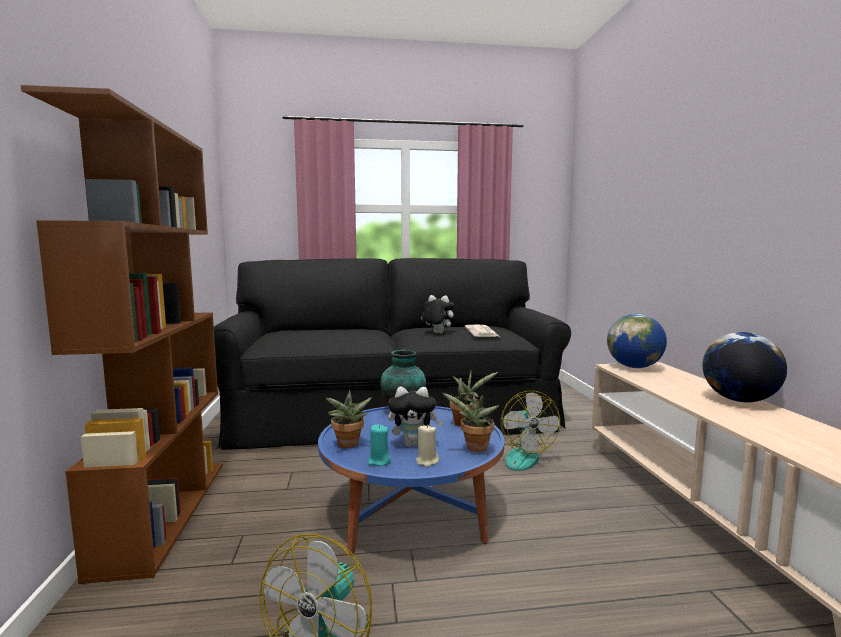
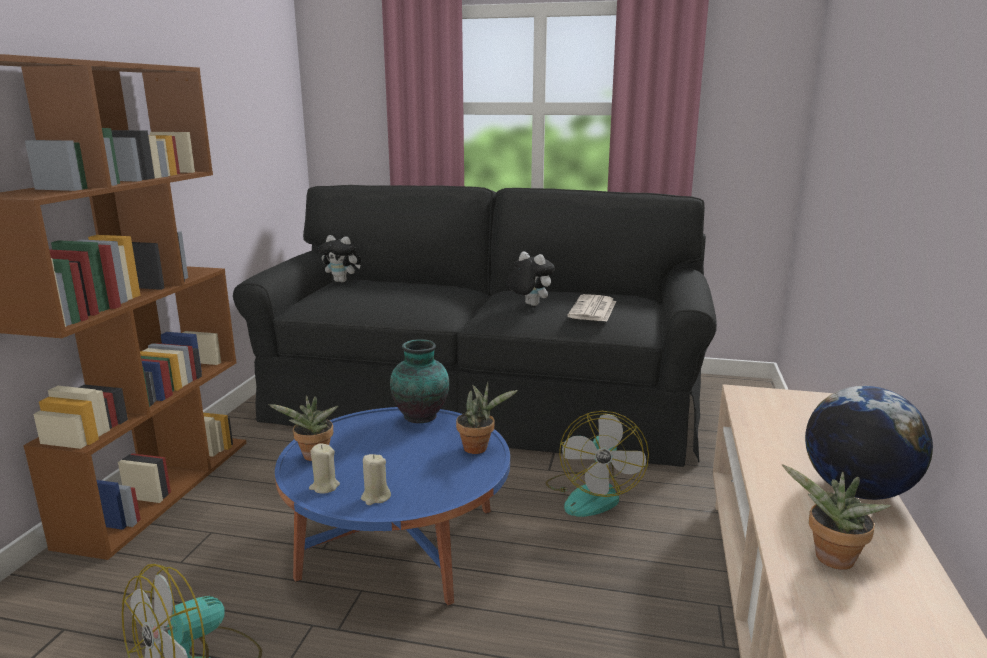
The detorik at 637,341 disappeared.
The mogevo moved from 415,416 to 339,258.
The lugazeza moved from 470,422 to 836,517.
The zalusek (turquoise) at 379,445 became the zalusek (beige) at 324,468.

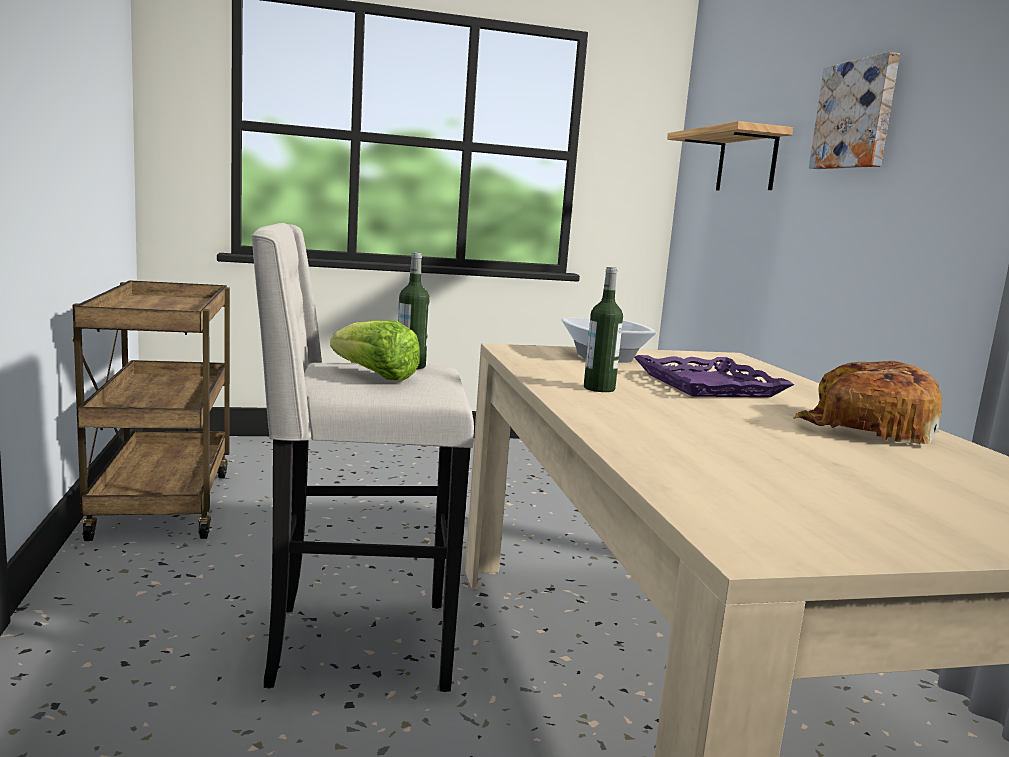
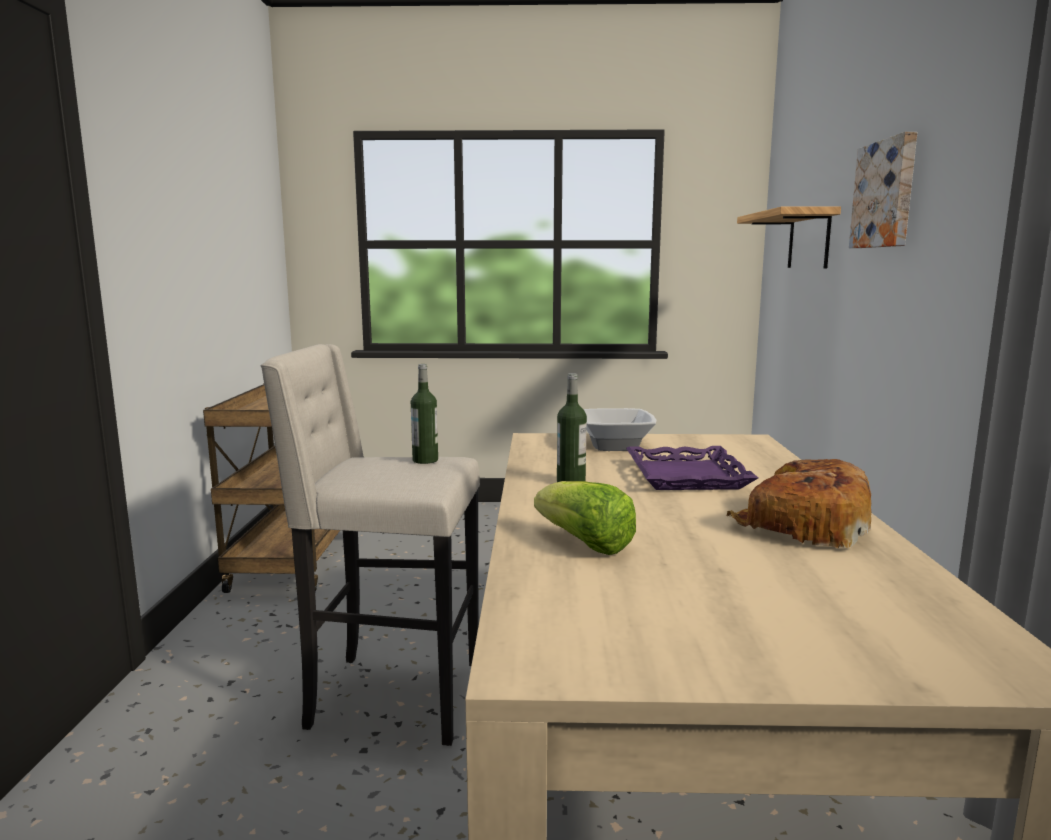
The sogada moved from 375,350 to 585,518.

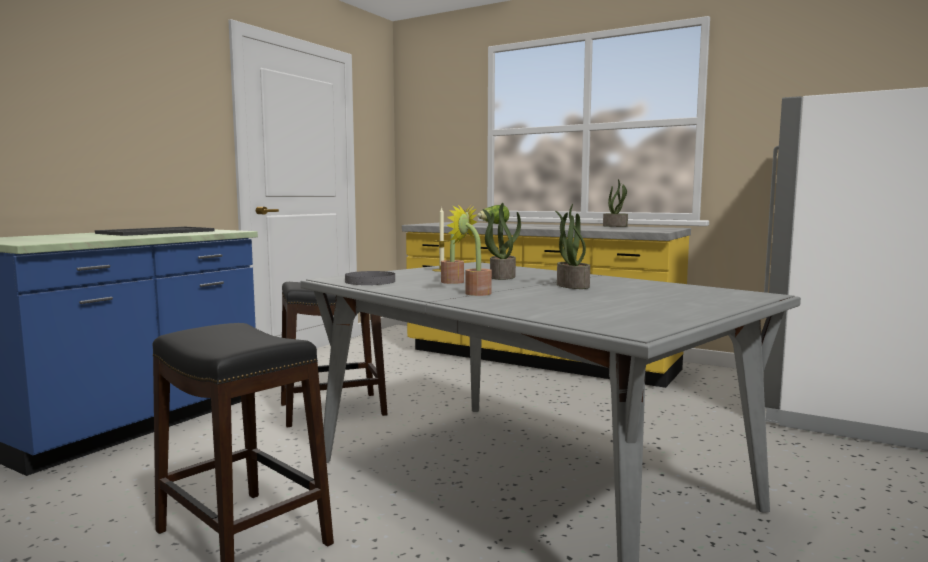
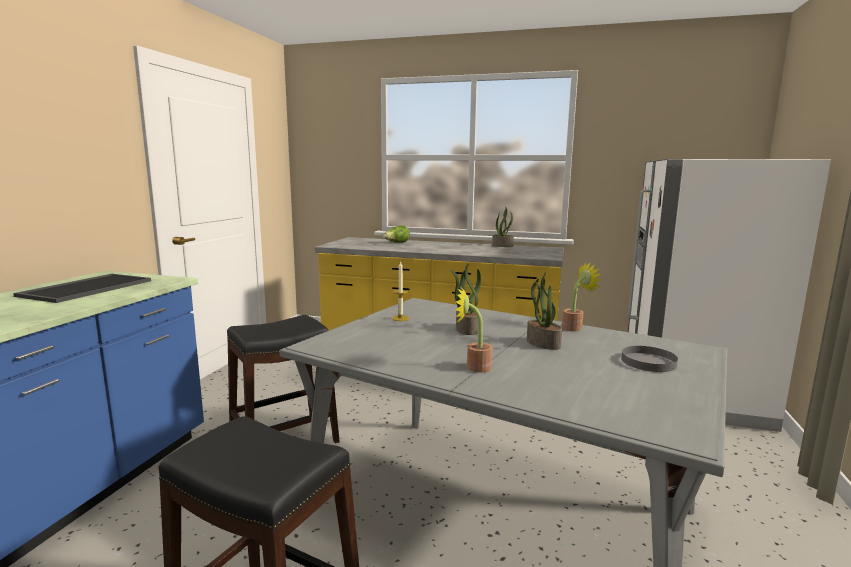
The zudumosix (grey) moved from 370,278 to 649,359.
The lugazeza moved from 459,243 to 581,297.

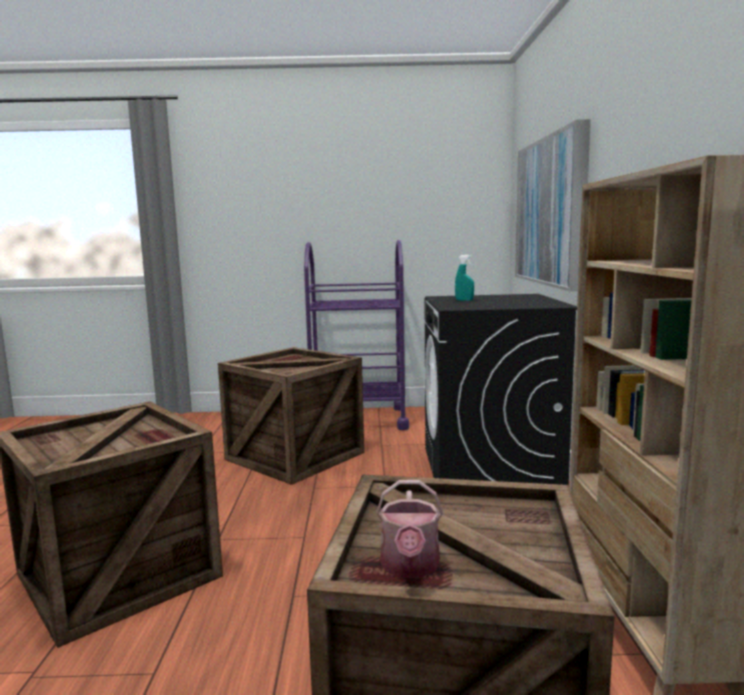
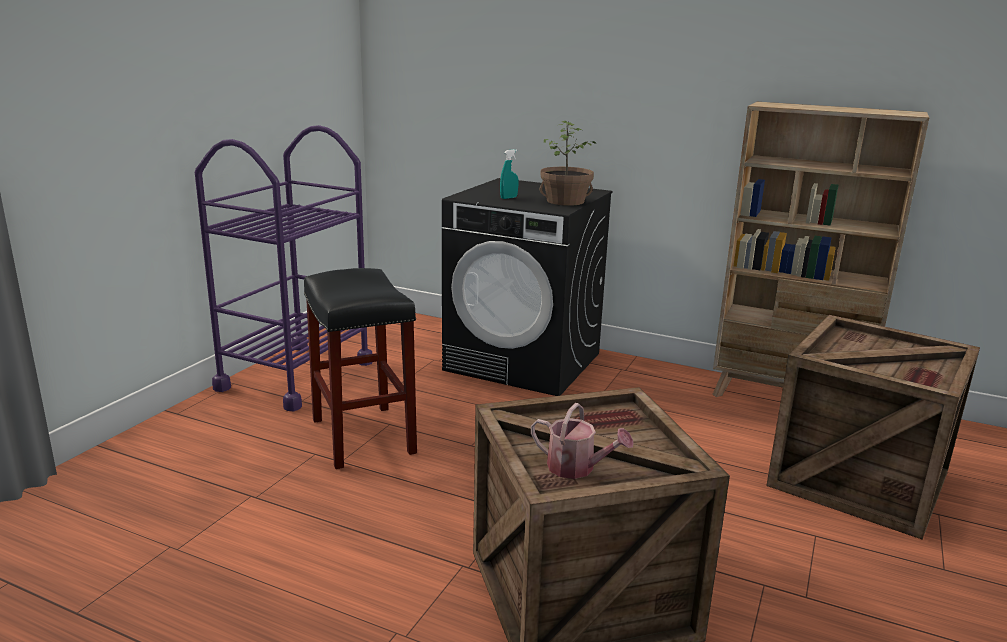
The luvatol at 553,205 disappeared.
The lugazeza at 567,163 appeared.
The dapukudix moved from 409,529 to 582,441.
The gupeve at 291,416 was replaced by the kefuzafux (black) at 360,368.

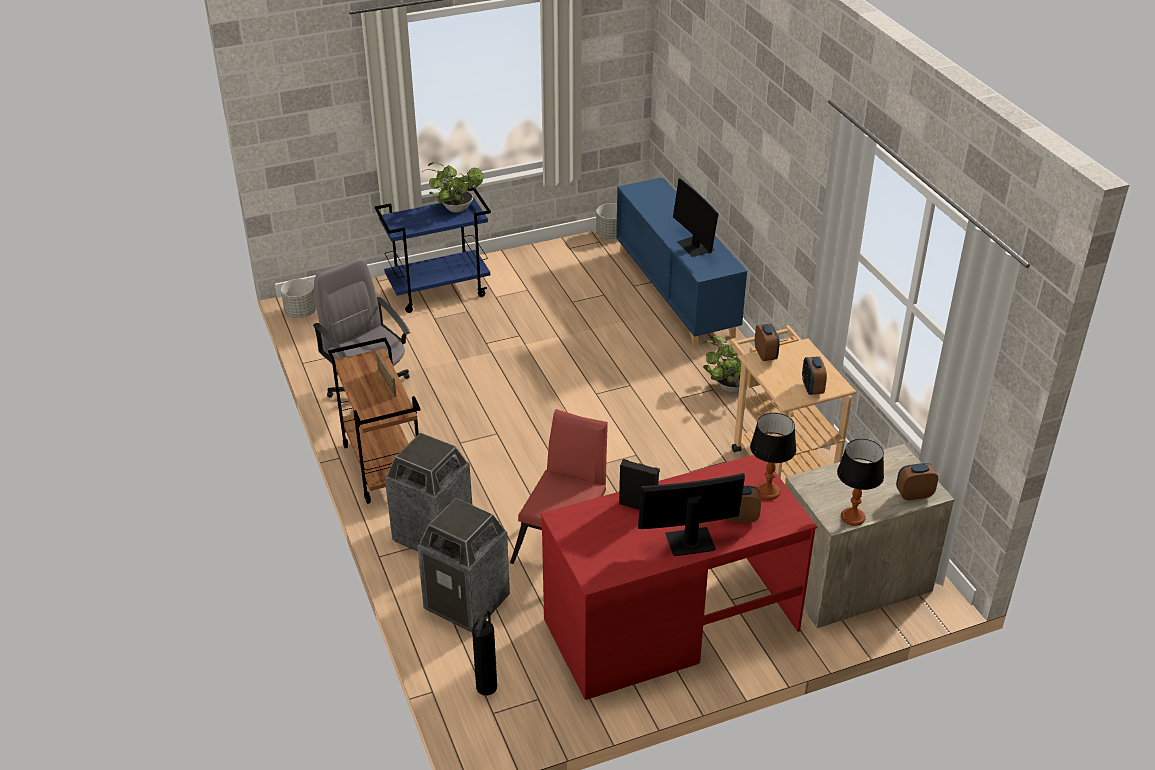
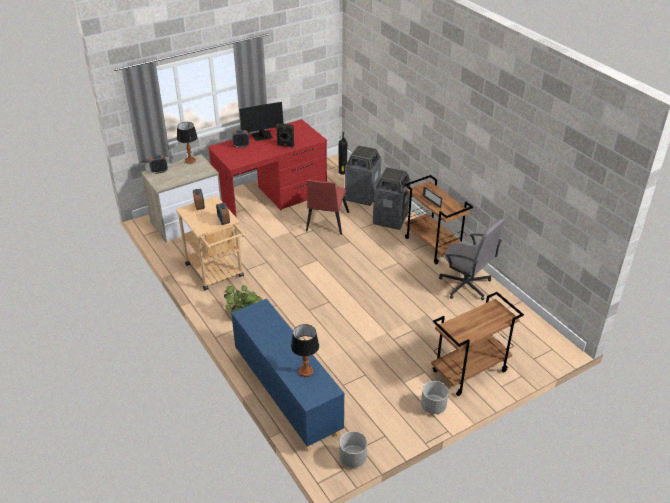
The lugazeza at 452,187 disappeared.
The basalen at 696,217 disappeared.
The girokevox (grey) moved from 299,298 to 435,397.
The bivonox moved from 773,456 to 305,350.
The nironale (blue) at 432,250 became the nironale (brown) at 477,344.

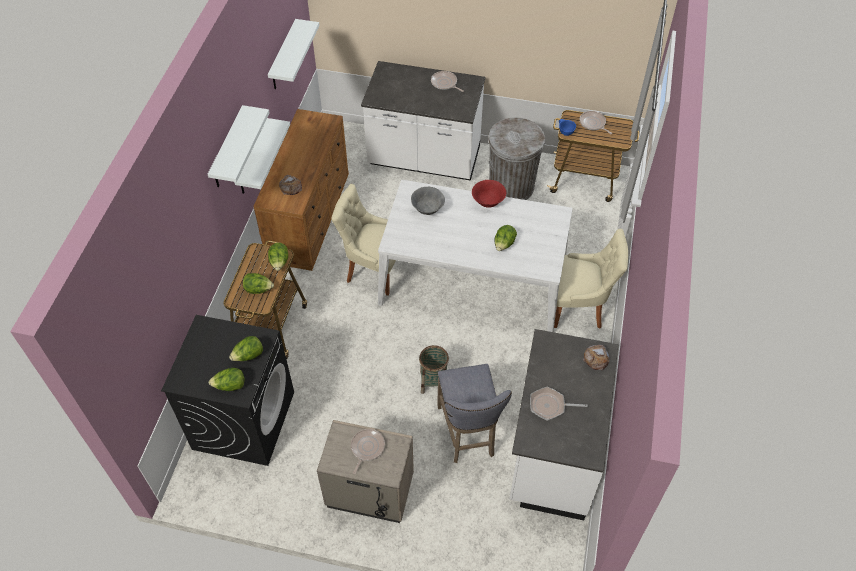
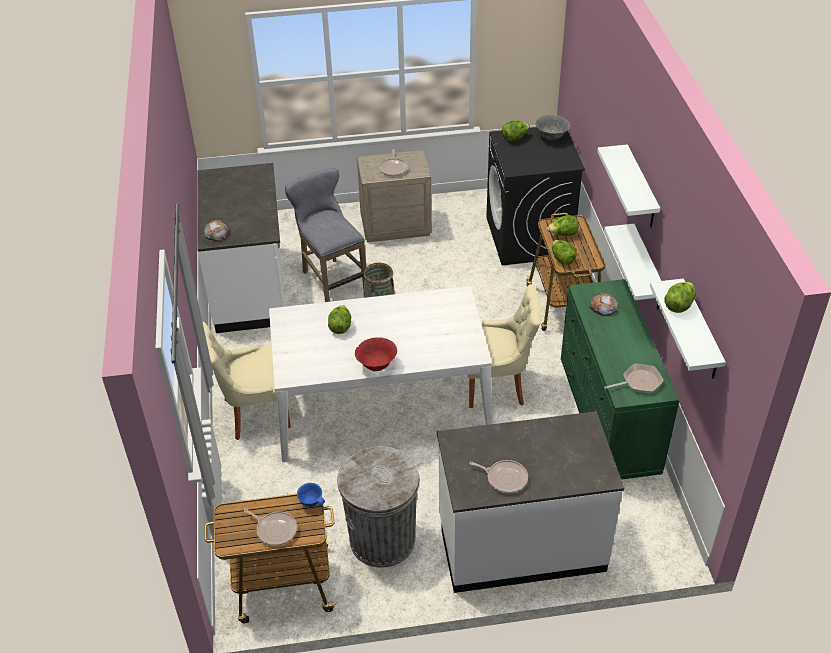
The sogada moved from 246,348 to 679,297.
The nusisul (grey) moved from 428,201 to 552,127.
The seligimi moved from 559,404 to 634,379.
The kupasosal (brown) at 301,190 became the kupasosal (green) at 620,379.

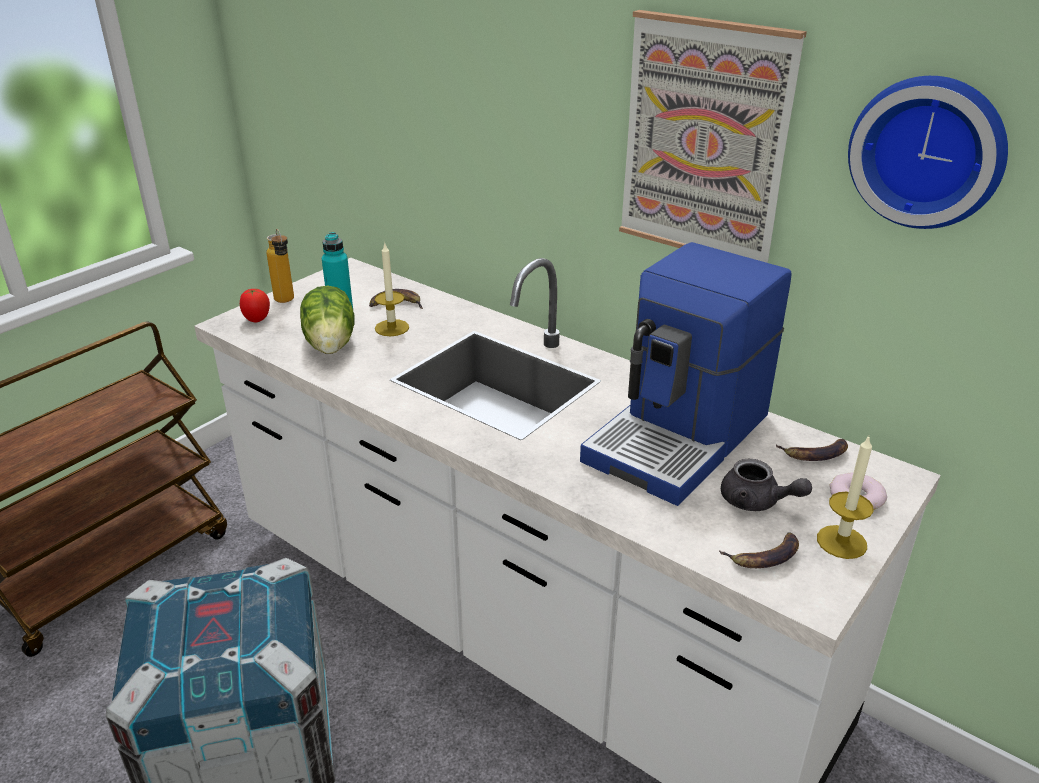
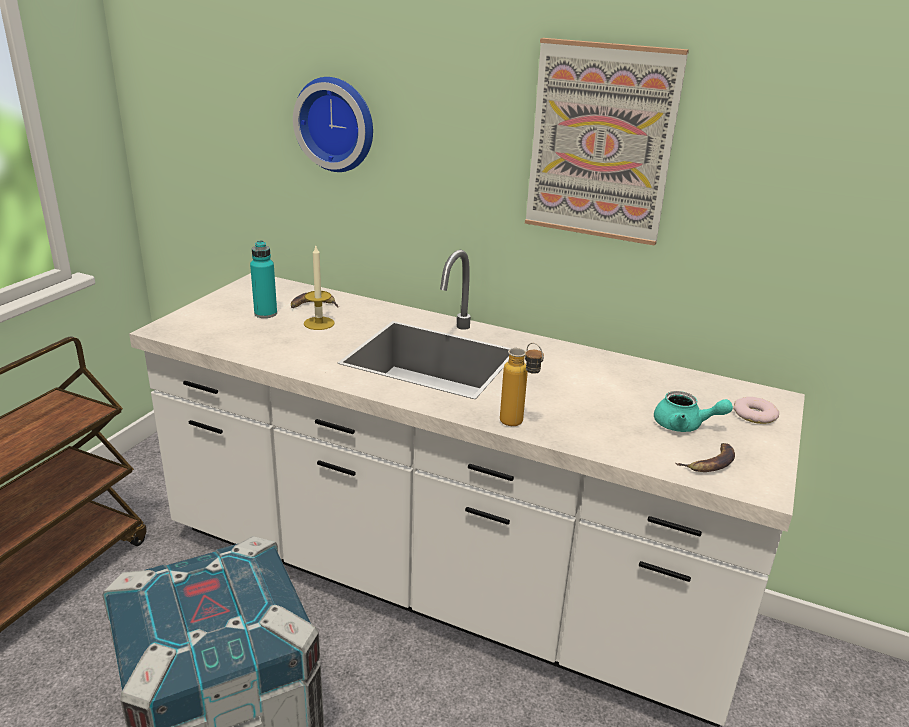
The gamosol at 255,305 disappeared.
The sogada at 327,319 disappeared.
The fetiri at 686,374 disappeared.
The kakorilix at 812,450 disappeared.
The zalusek at 845,497 disappeared.
The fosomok moved from 280,266 to 522,384.
The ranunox moved from 928,152 to 333,124.
The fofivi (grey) at 766,485 became the fofivi (turquoise) at 693,411.

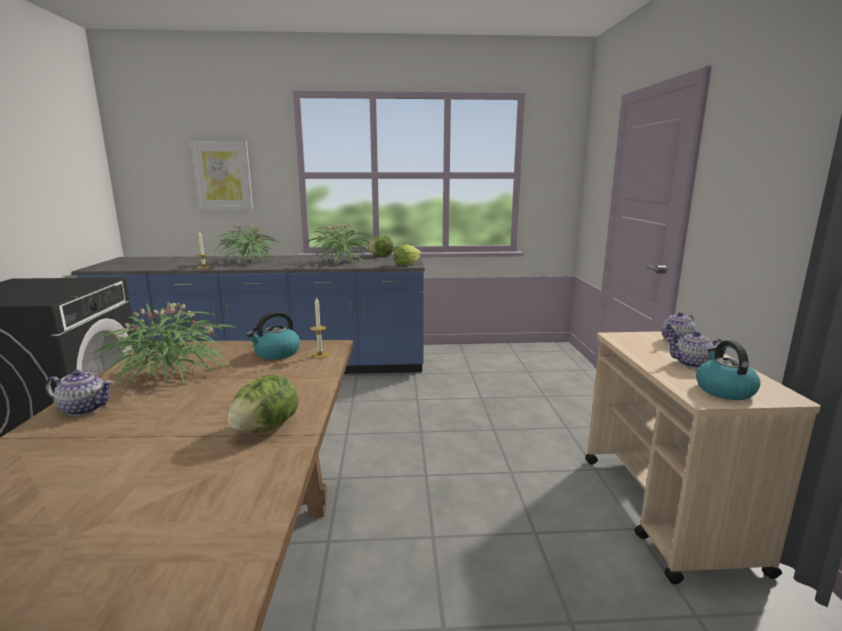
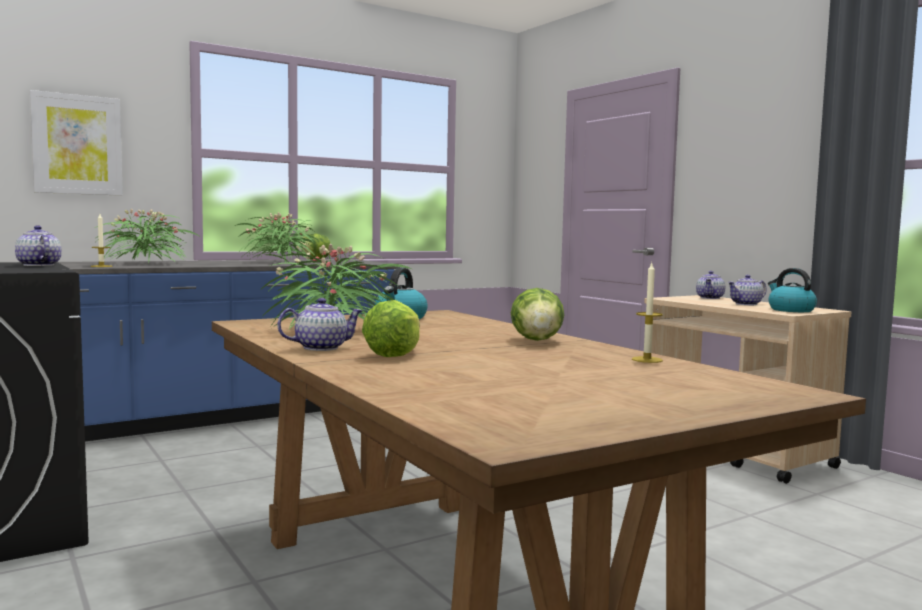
The fofivi at 38,245 appeared.
The zalusek moved from 320,327 to 647,313.
The sogada moved from 408,255 to 391,328.

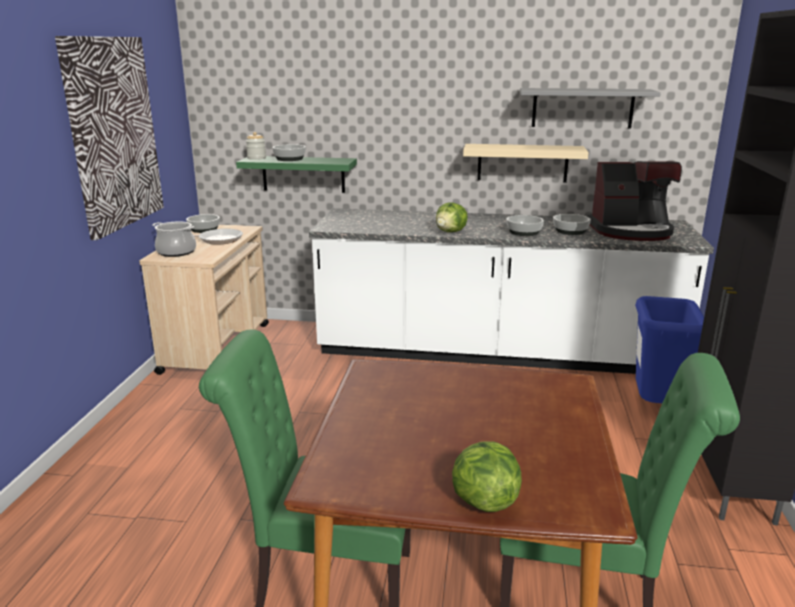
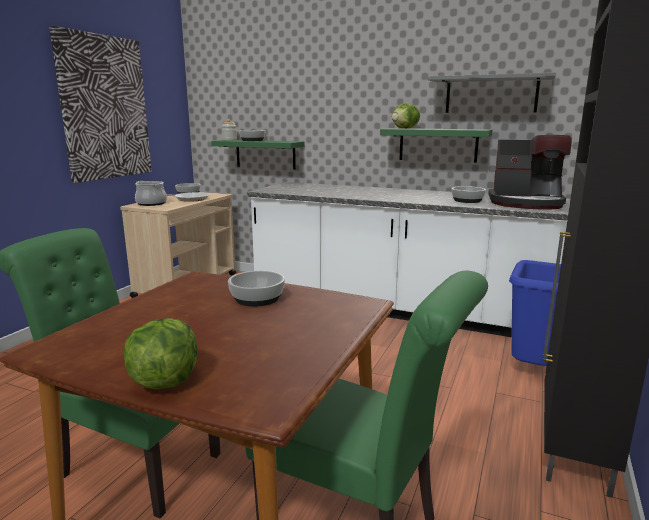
The sogada moved from 452,217 to 406,116.
The nusisul moved from 525,225 to 256,289.
The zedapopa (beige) at 526,163 became the zedapopa (green) at 436,145.

